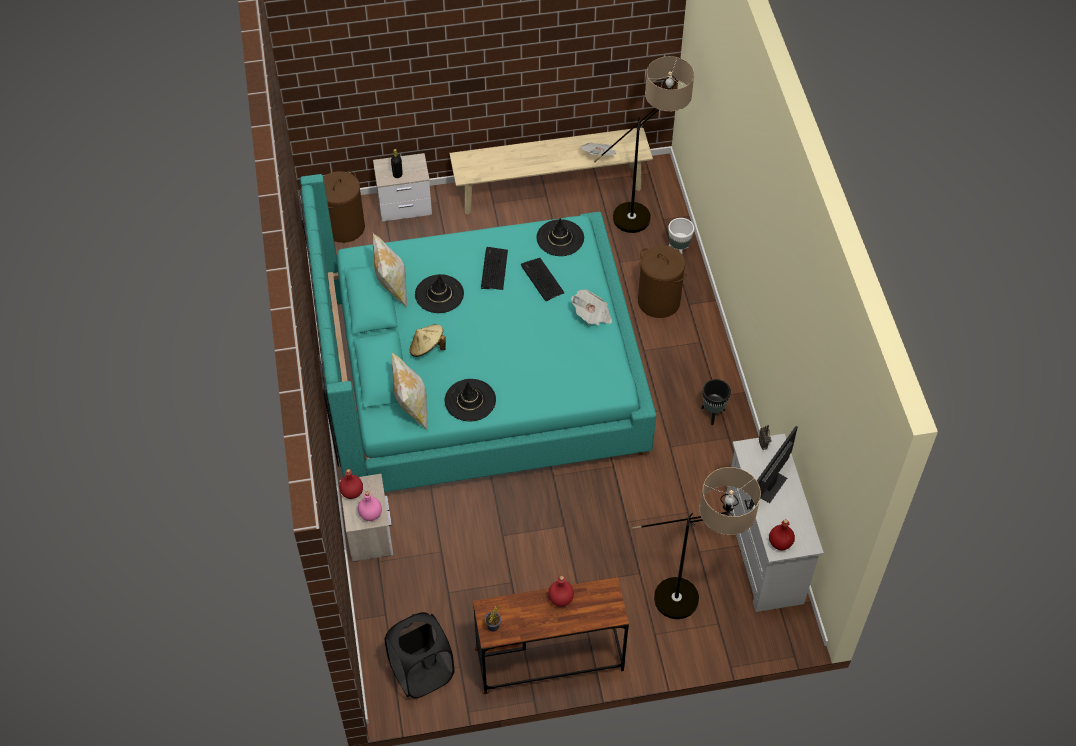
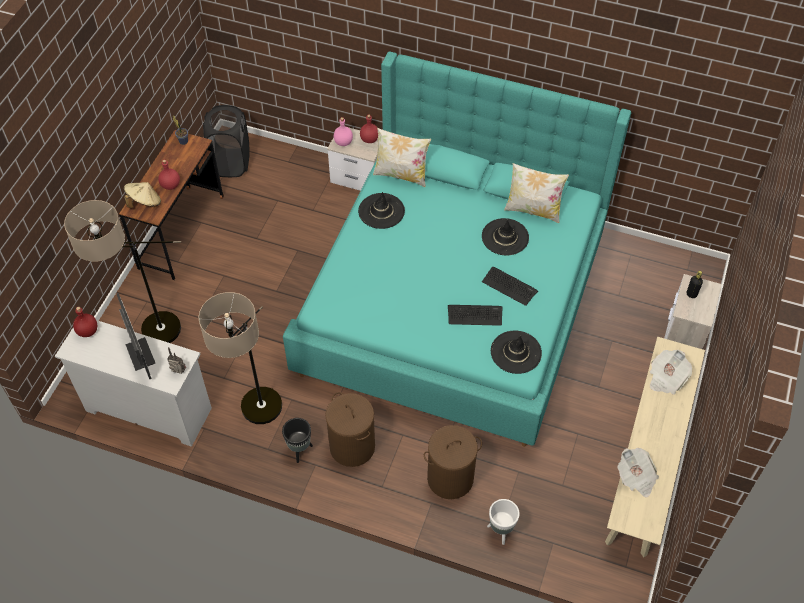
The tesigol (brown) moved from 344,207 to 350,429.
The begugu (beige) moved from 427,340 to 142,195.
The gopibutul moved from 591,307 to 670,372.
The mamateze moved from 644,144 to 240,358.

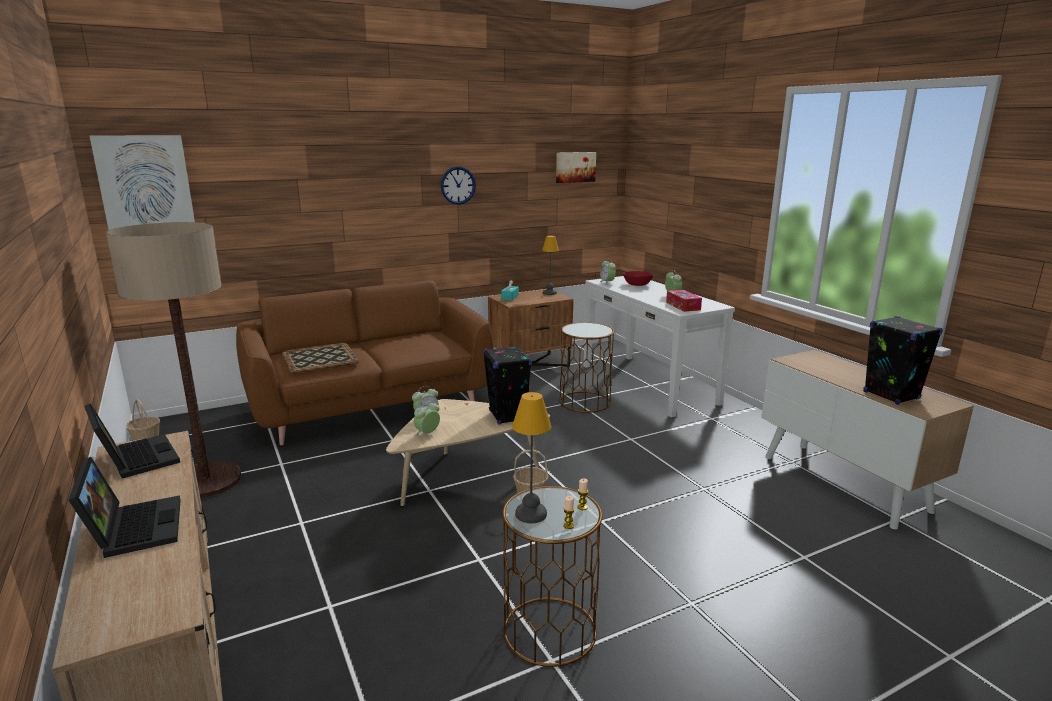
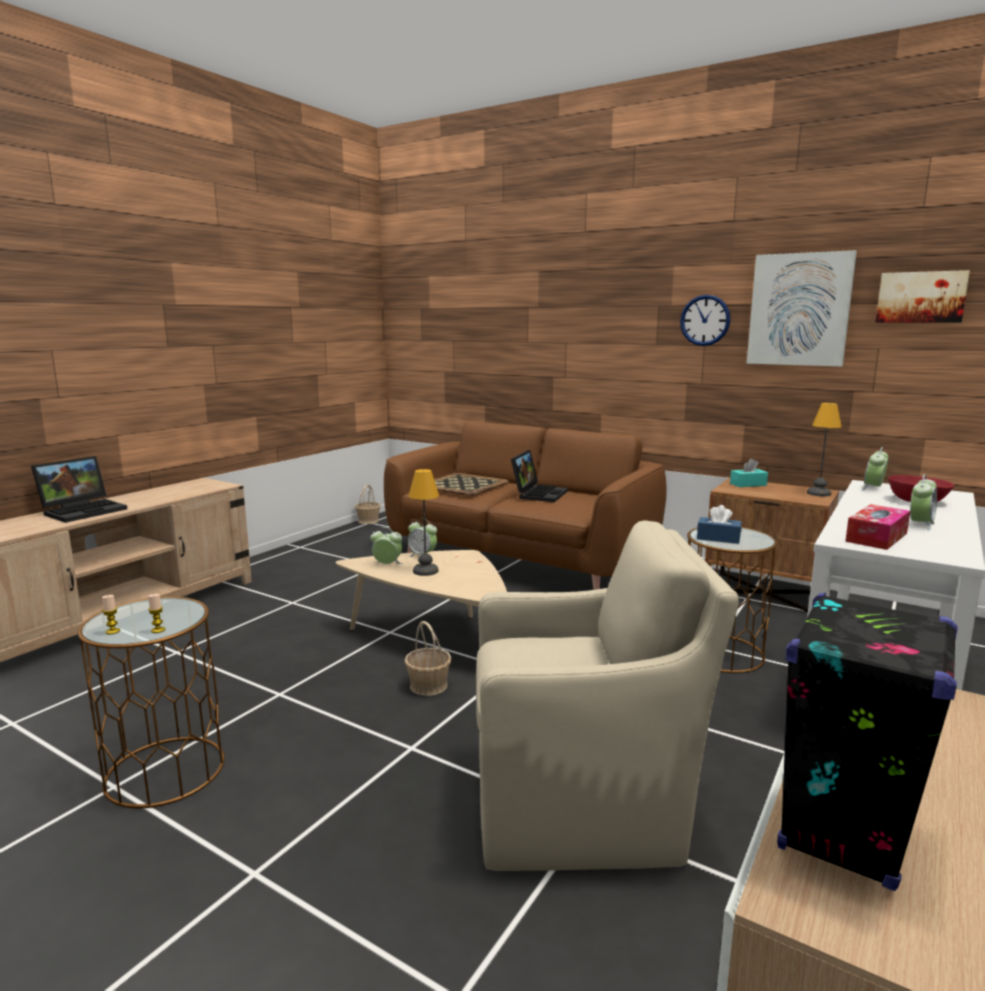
The mamateze at 173,360 disappeared.
The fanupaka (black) at 507,385 disappeared.
The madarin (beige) at 607,695 appeared.
The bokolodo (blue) at 719,524 appeared.
The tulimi moved from 132,440 to 539,476.
The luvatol moved from 142,182 to 802,308.
The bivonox moved from 531,457 to 423,522.

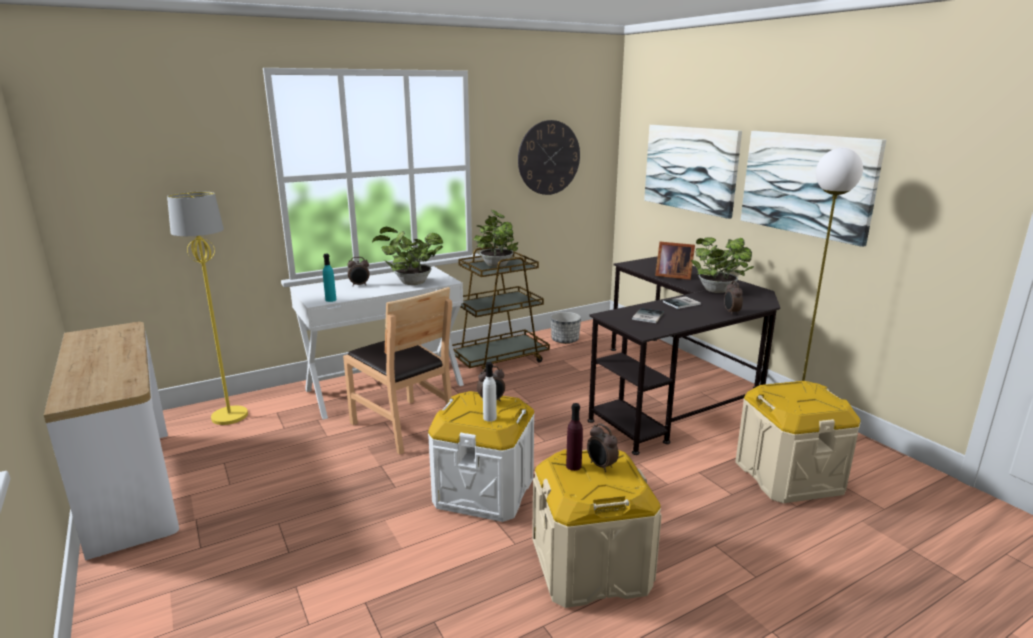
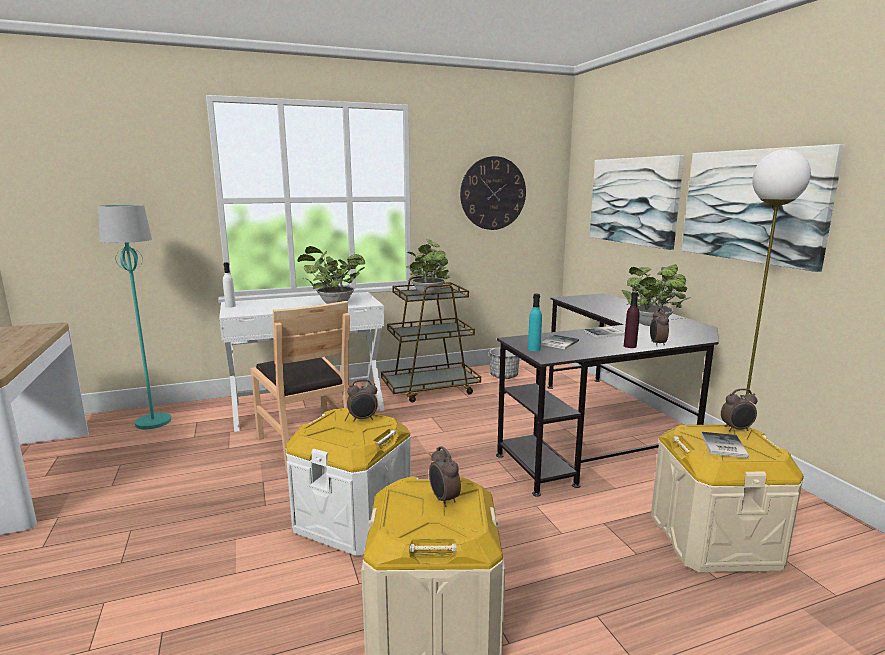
The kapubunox at 675,261 disappeared.
The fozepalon at 725,445 appeared.
The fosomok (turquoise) moved from 329,278 to 535,322.
The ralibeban moved from 358,271 to 739,409.
The fosomok (white) moved from 490,392 to 229,285.
The fosomok (purple) moved from 574,437 to 632,320.
The mamateze (yellow) at 207,308 became the mamateze (turquoise) at 134,317.

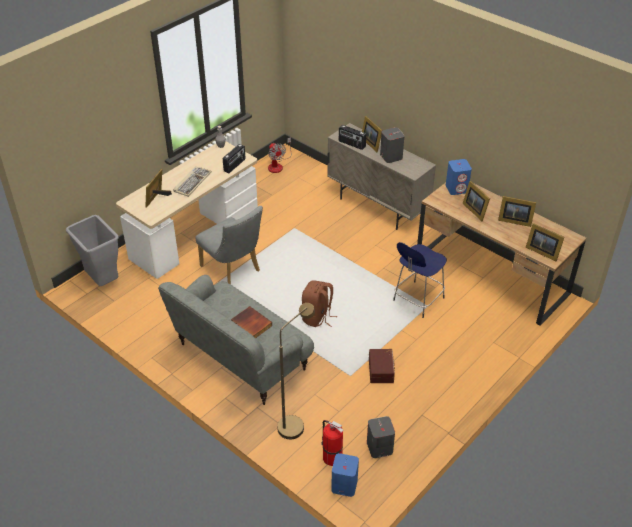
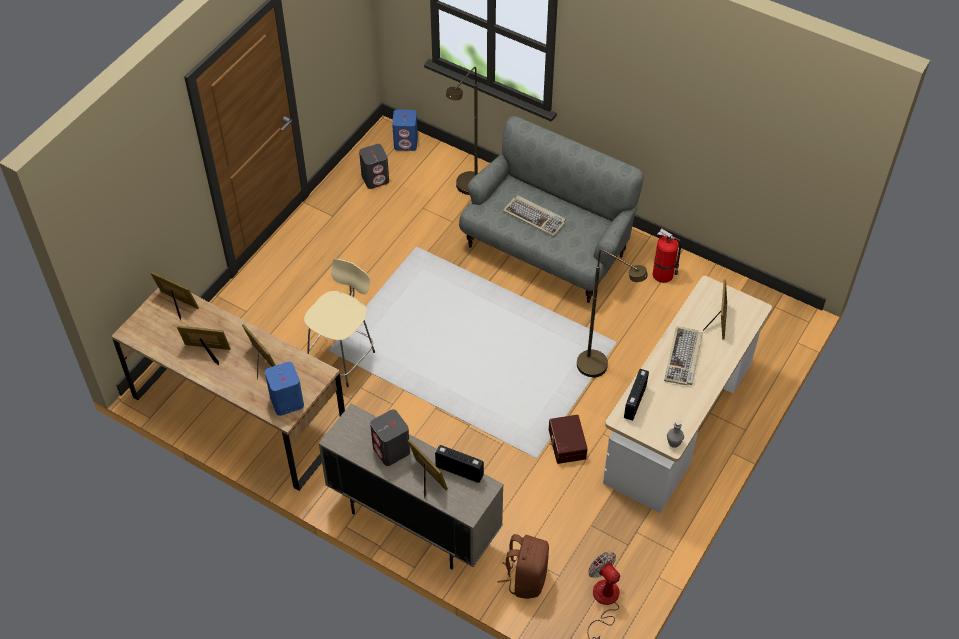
The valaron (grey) at 92,250 disappeared.
The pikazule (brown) moved from 319,303 to 523,566.
The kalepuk moved from 332,443 to 666,255.
The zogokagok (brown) moved from 382,366 to 568,439.
The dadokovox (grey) at 229,245 was replaced by the mamateze (brown) at 612,314.
The fozepalon at 251,322 was replaced by the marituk at 534,216.
The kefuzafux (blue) at 420,280 became the kefuzafux (beige) at 339,323.

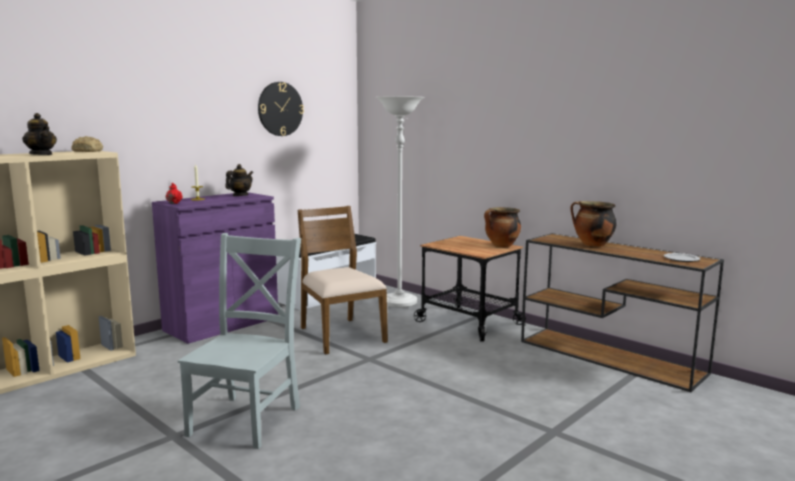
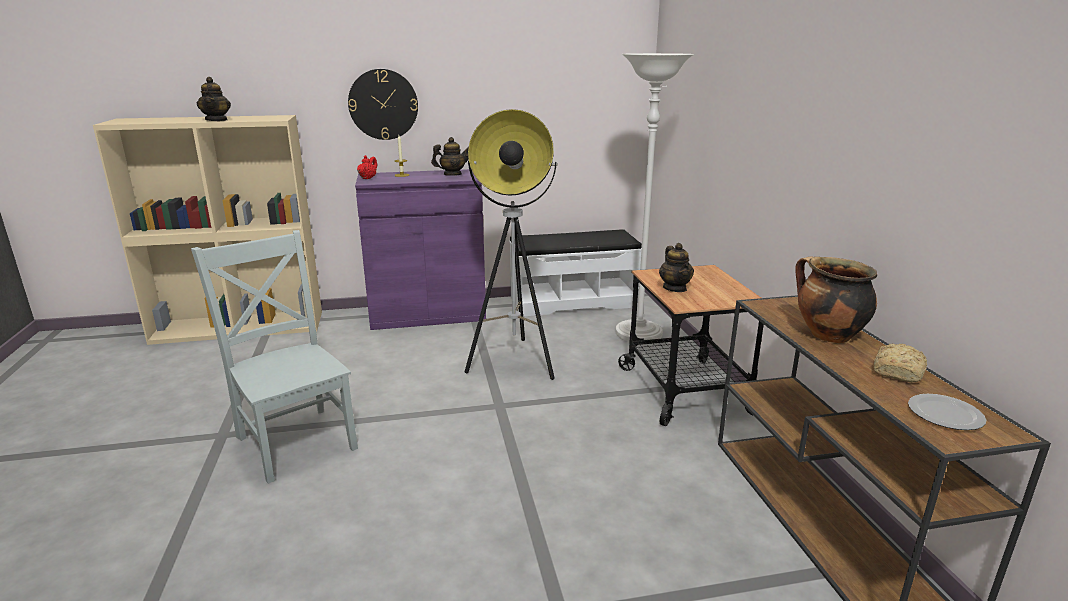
The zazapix at 502,227 disappeared.
The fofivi at 676,267 appeared.
The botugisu moved from 87,144 to 900,363.
The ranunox moved from 281,109 to 383,104.
The dadokovox (brown) at 343,280 was replaced by the mamateze at 511,244.
The dadokovox (grey) at 239,341 turned 90 degrees counterclockwise.

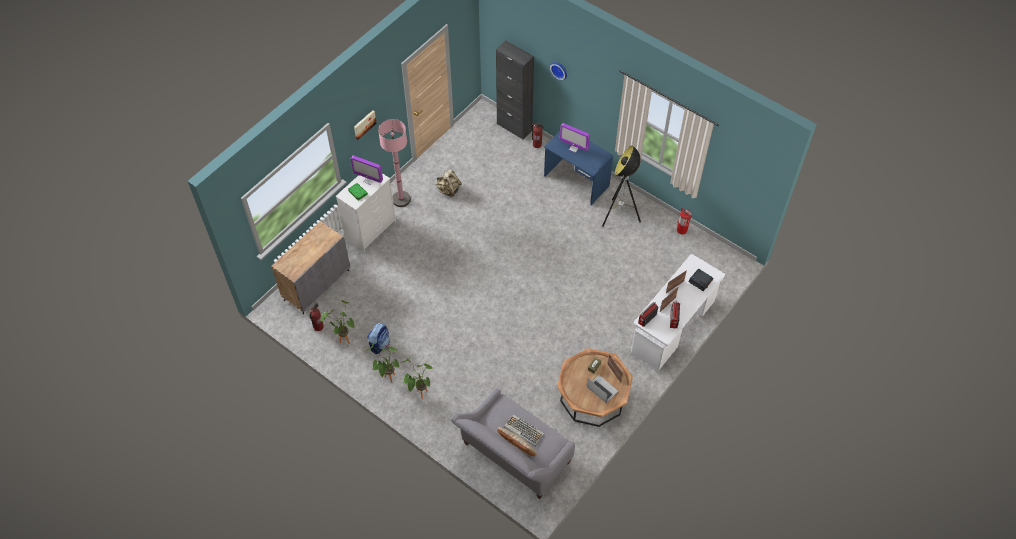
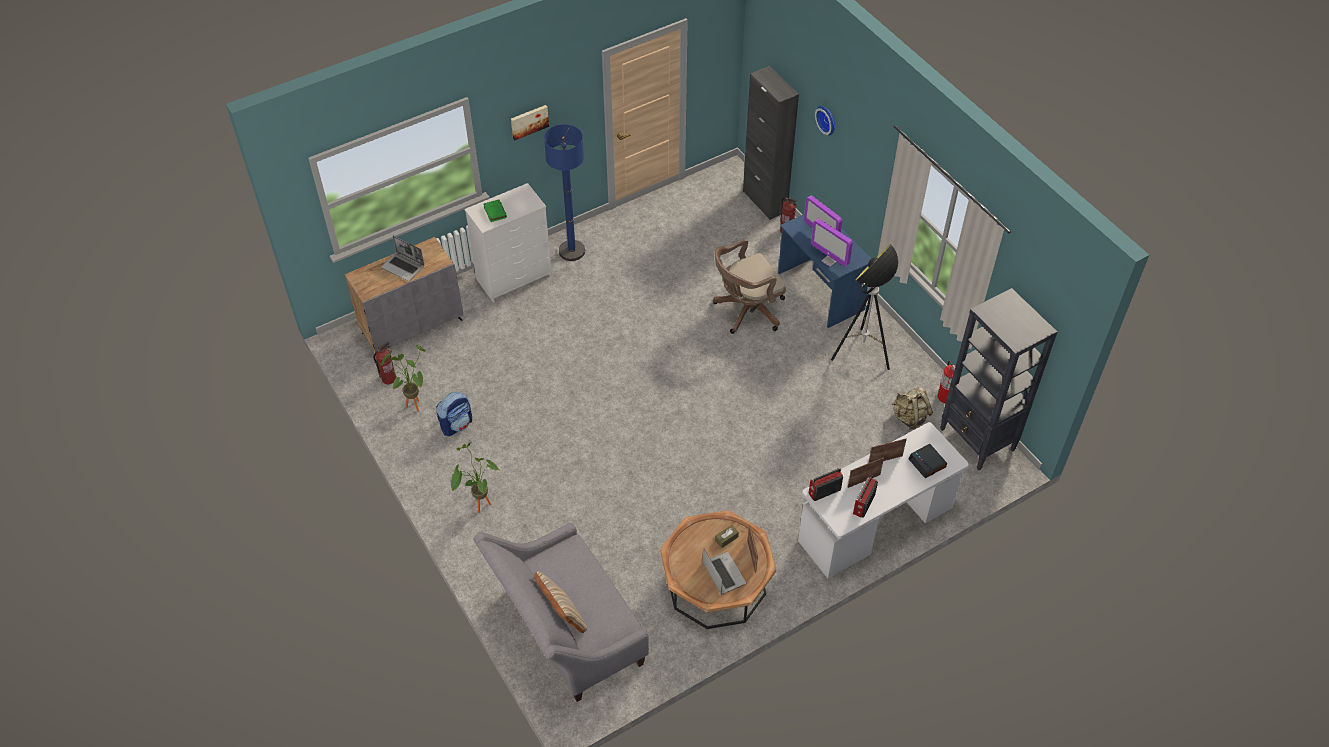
The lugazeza at 382,363 disappeared.
The marituk at 524,430 disappeared.
The tulimi at 403,258 appeared.
The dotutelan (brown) at 749,286 appeared.
The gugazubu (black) at 998,379 appeared.
The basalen moved from 367,170 to 832,243.
The pikazule (beige) moved from 449,183 to 912,408.
The mamateze (pink) at 394,163 became the mamateze (blue) at 564,192.

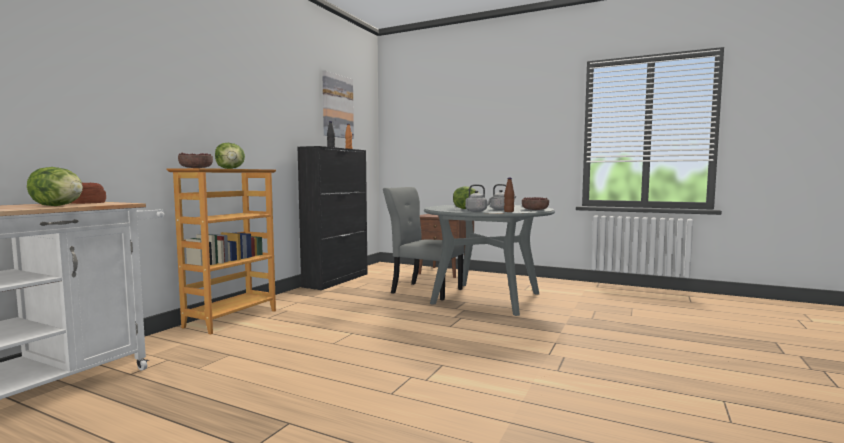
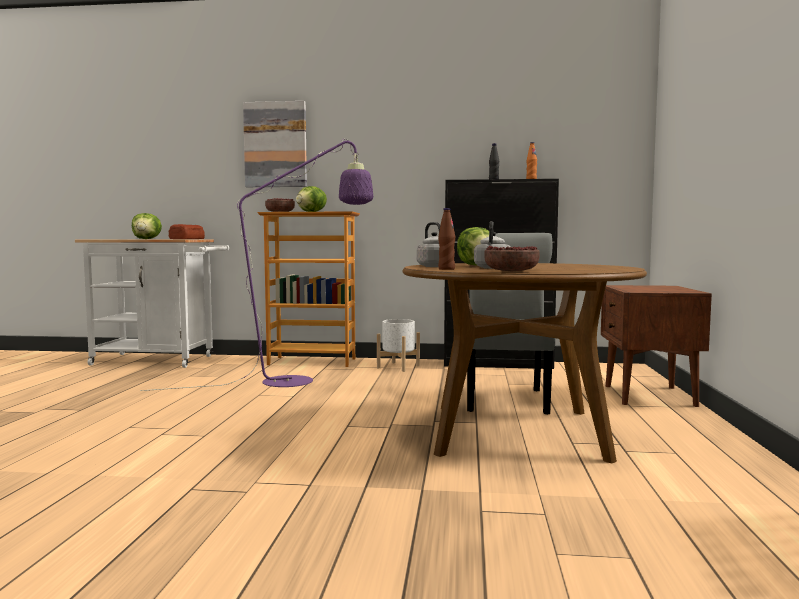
The mamateze (purple) at 256,265 appeared.
The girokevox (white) at 398,345 appeared.
The luvatol moved from 338,105 to 275,144.
The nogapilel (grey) at 489,260 became the nogapilel (brown) at 524,363.

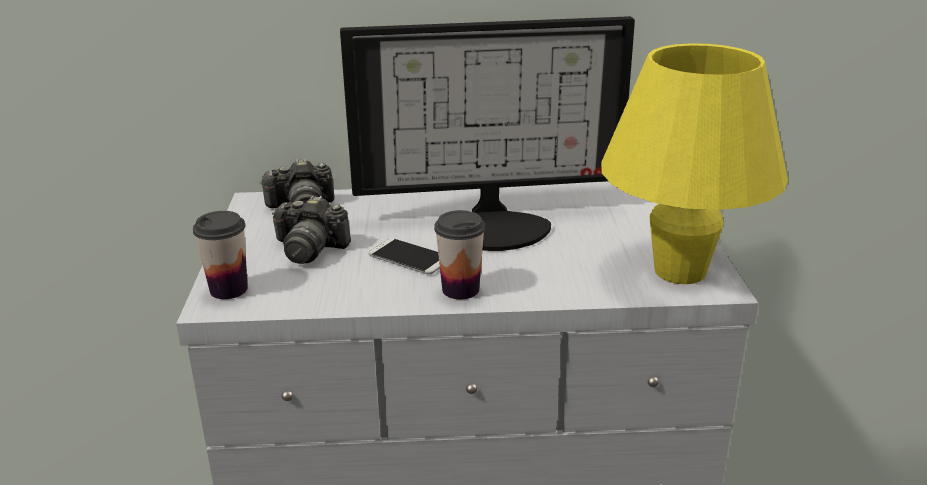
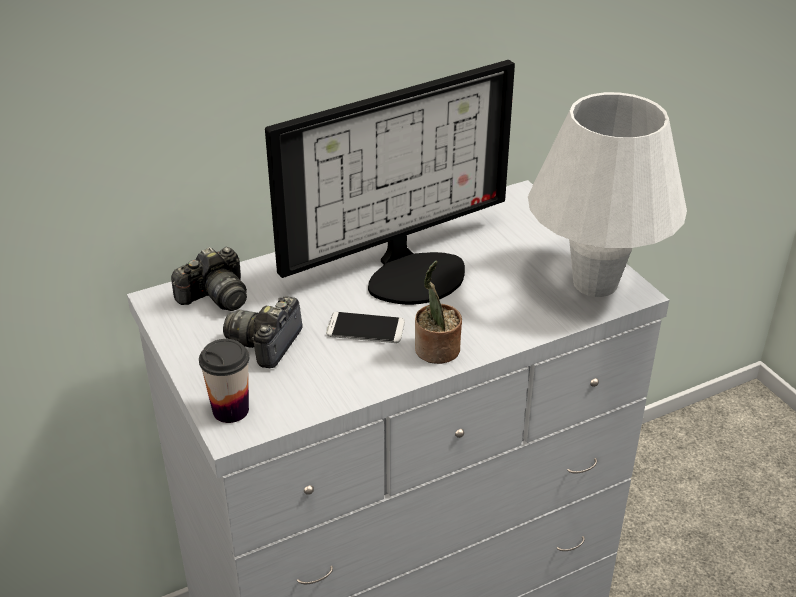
The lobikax at 459,254 was replaced by the lugazeza at 438,312.
The bivonox (yellow) at 694,163 became the bivonox (white) at 607,194.
The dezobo at 311,229 turned 120 degrees clockwise.

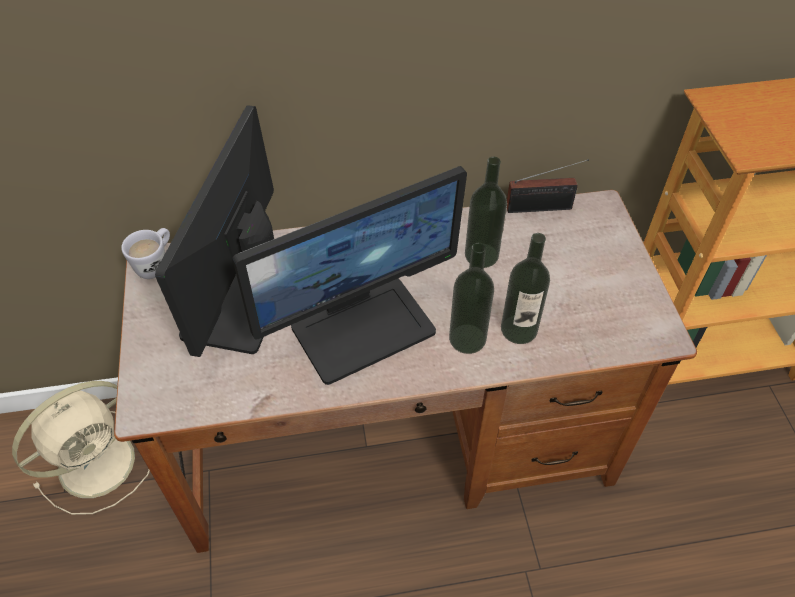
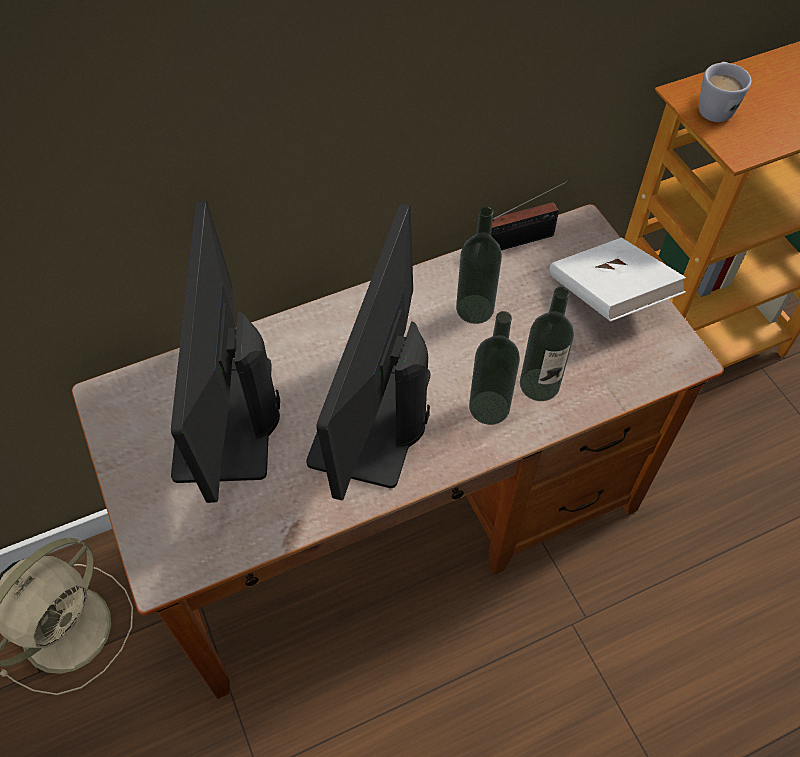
The fozepalon (white) at 618,280 appeared.
The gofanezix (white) moved from 145,253 to 725,92.
The basalen at 349,275 turned 150 degrees clockwise.

